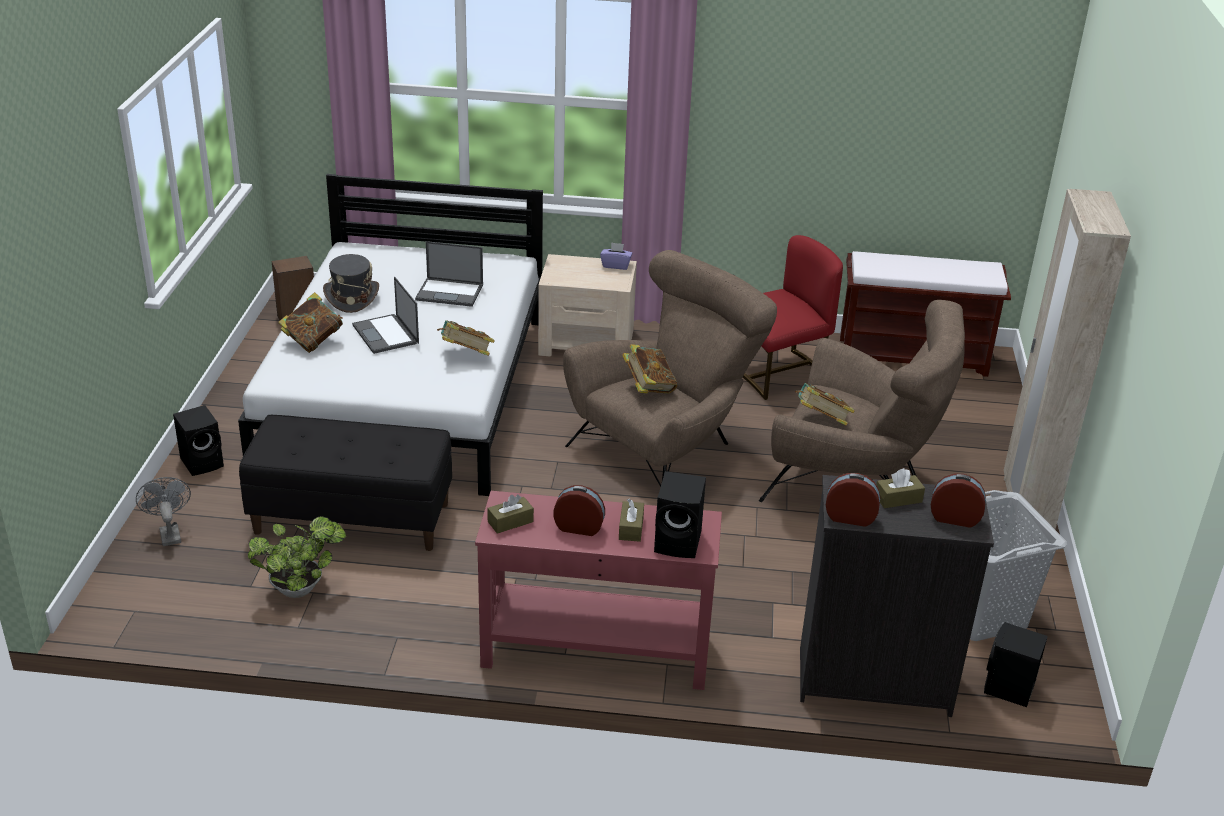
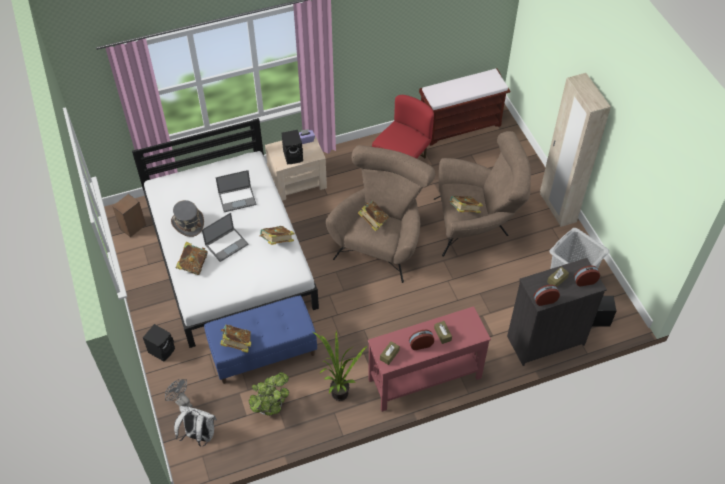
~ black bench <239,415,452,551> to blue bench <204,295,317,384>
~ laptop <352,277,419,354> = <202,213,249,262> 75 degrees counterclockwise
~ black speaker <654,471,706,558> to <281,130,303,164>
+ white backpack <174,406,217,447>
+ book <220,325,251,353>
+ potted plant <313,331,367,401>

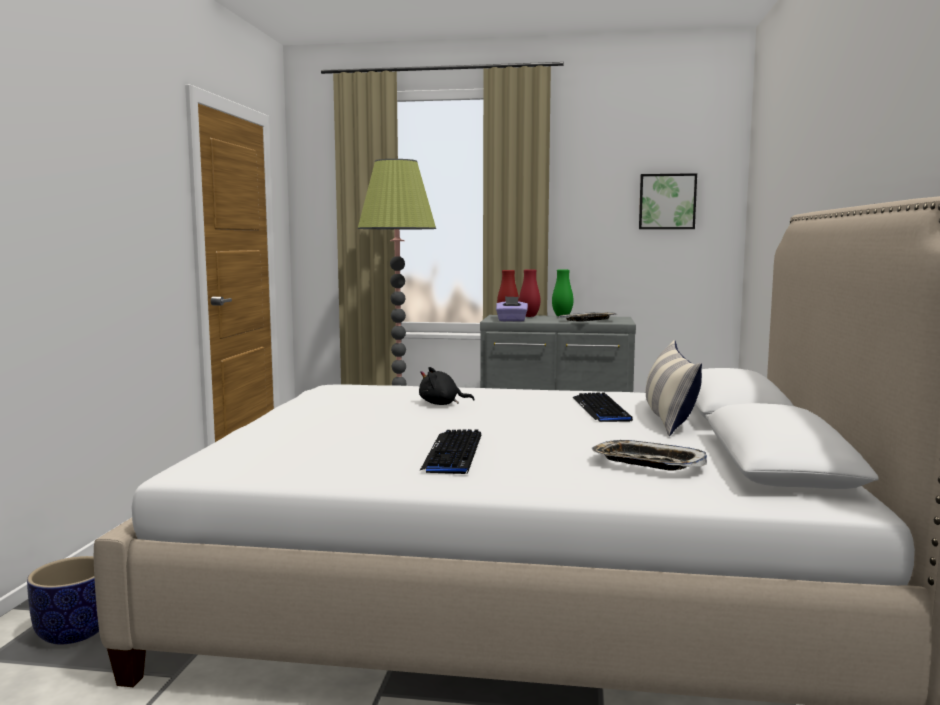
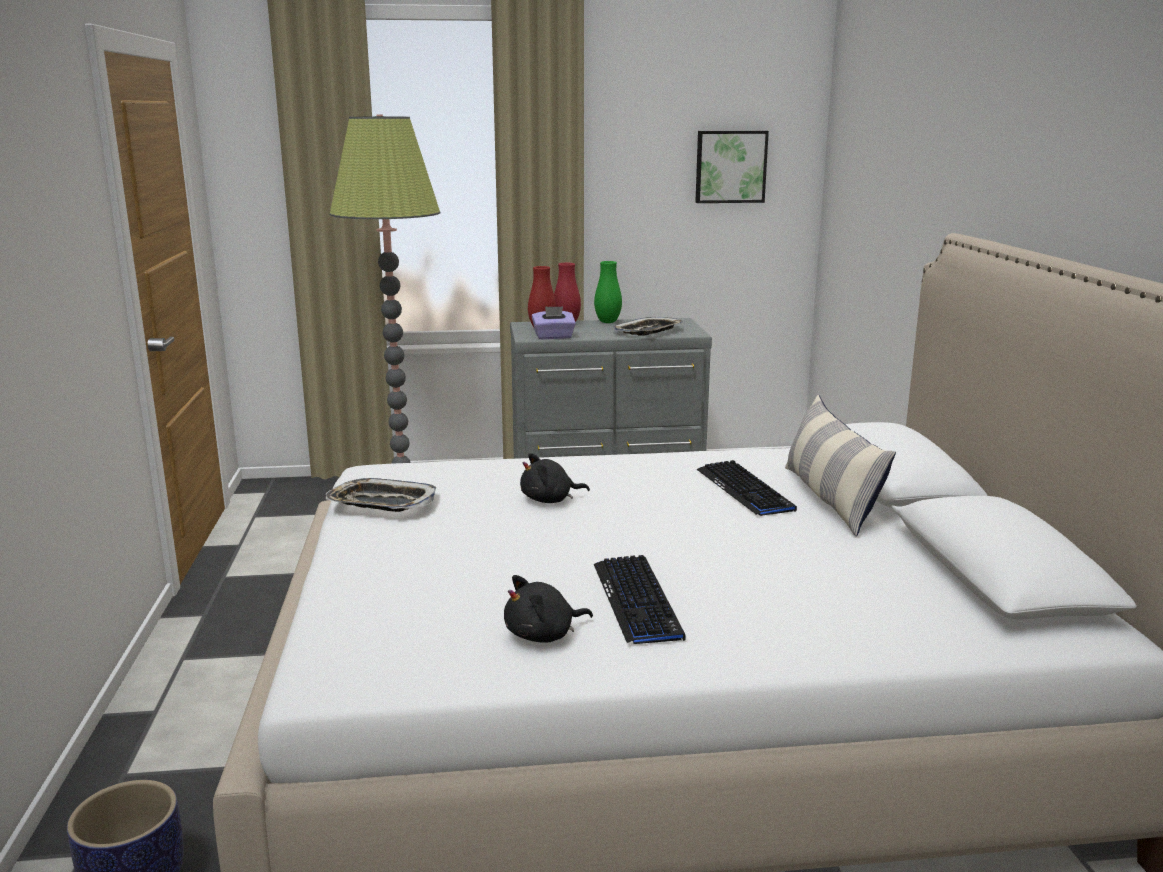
~ tray <591,440,707,471> to <326,478,436,512>
+ black plush toy <504,575,593,643>

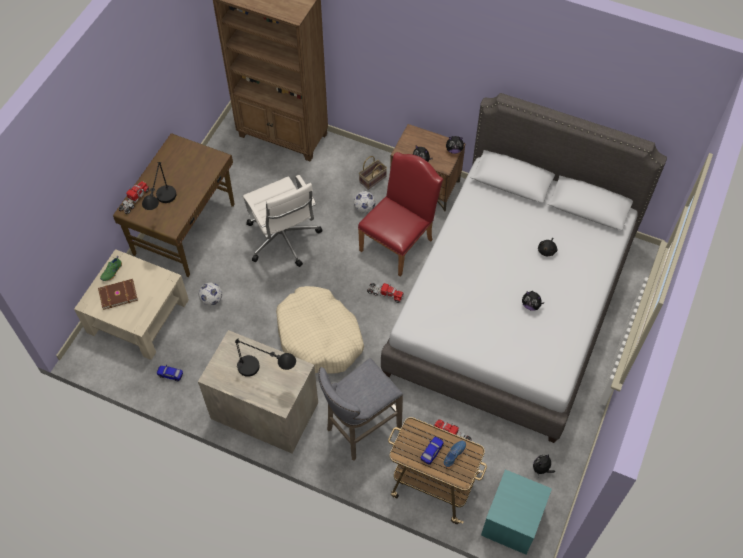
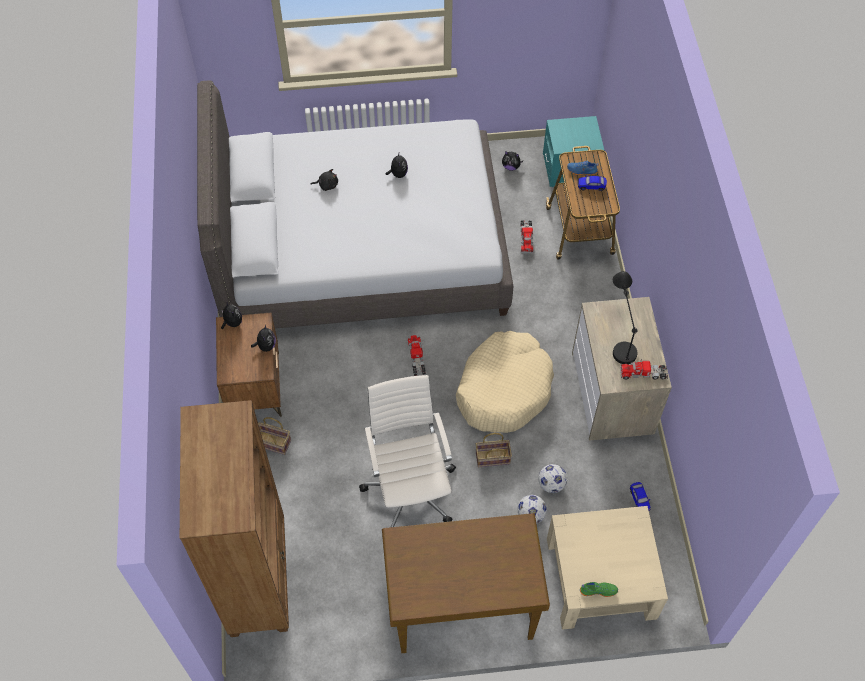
- brown book <98,279,138,310>
~ toy truck <119,181,150,215> to <620,359,668,379>
- black table lamp <142,162,176,210>
~ white office chair <243,175,323,267> = <359,375,456,527> 45 degrees counterclockwise
- grey stool <318,358,403,461>
~ football <354,191,376,213> to <538,464,567,493>
- red chair <358,152,443,277>
+ basket <476,433,512,467>

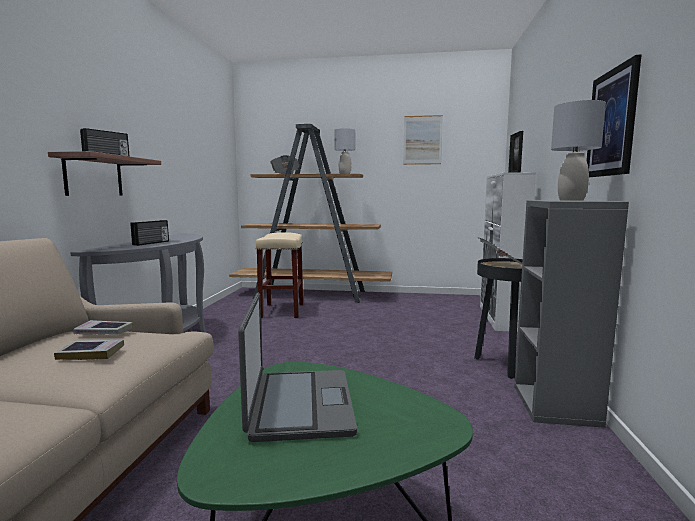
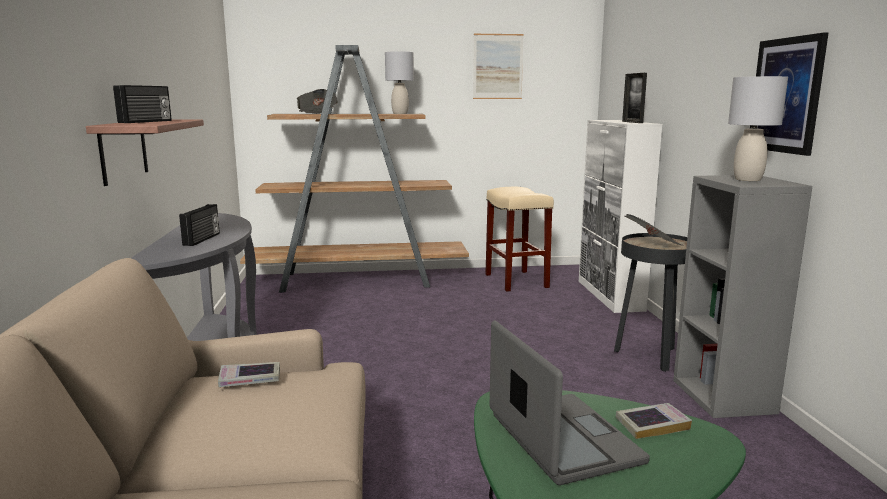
~ book <54,340,124,360> to <616,403,692,439>
~ beige stool <256,232,303,318> to <485,187,554,292>

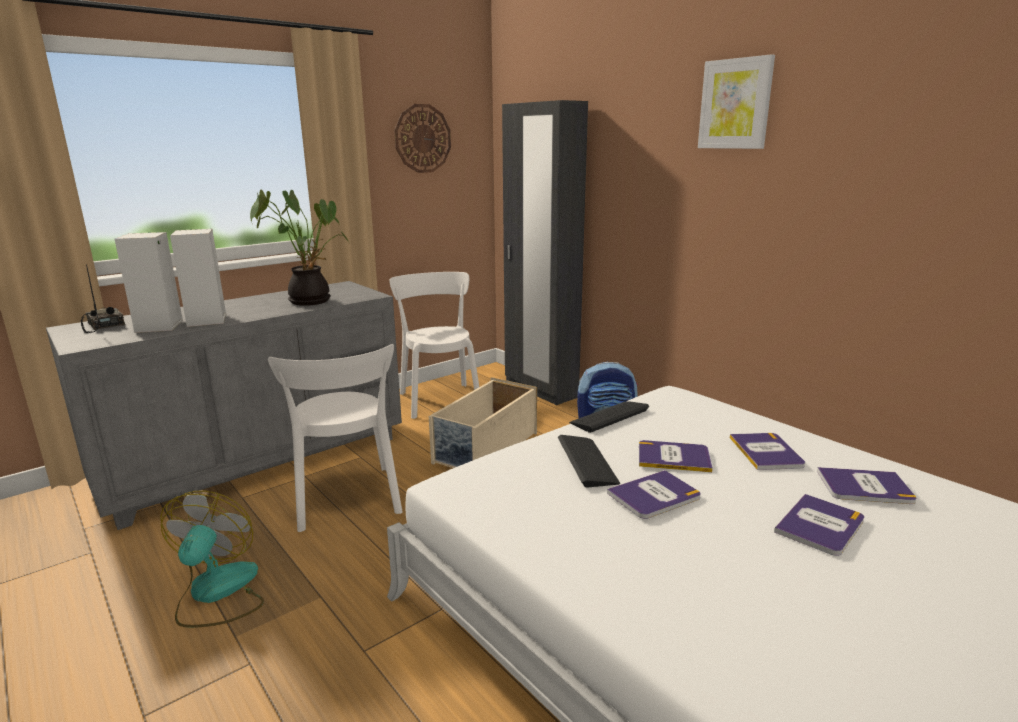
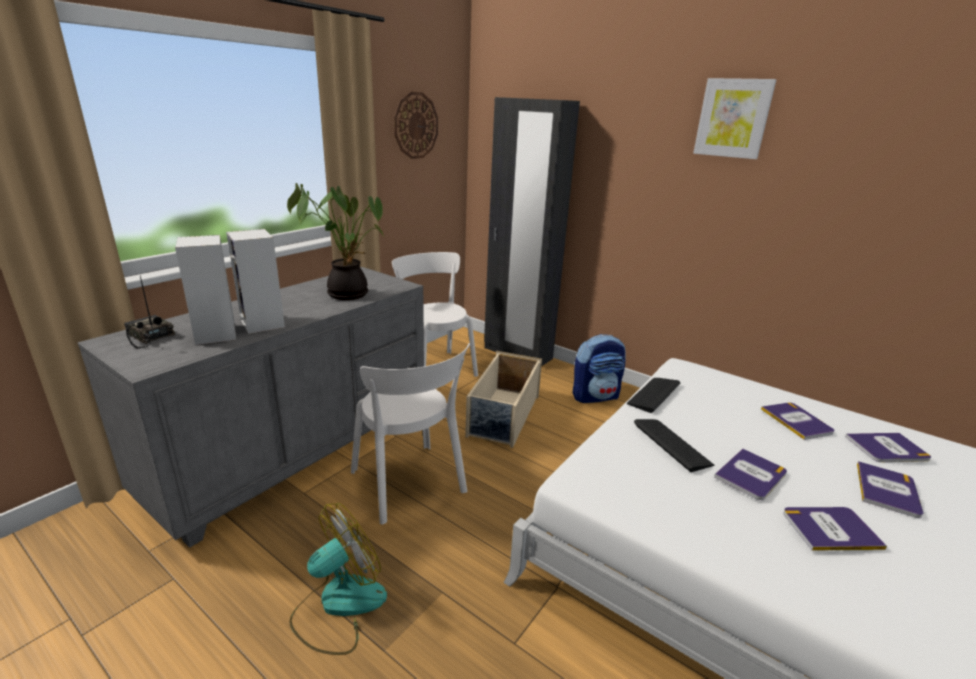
~ fan <160,491,264,628> = <289,503,387,655> 60 degrees clockwise
~ book <639,440,713,472> to <783,507,887,551>

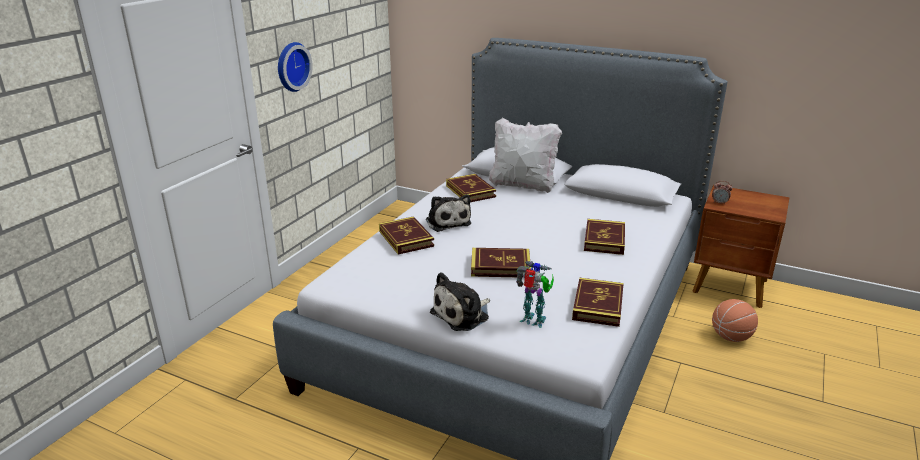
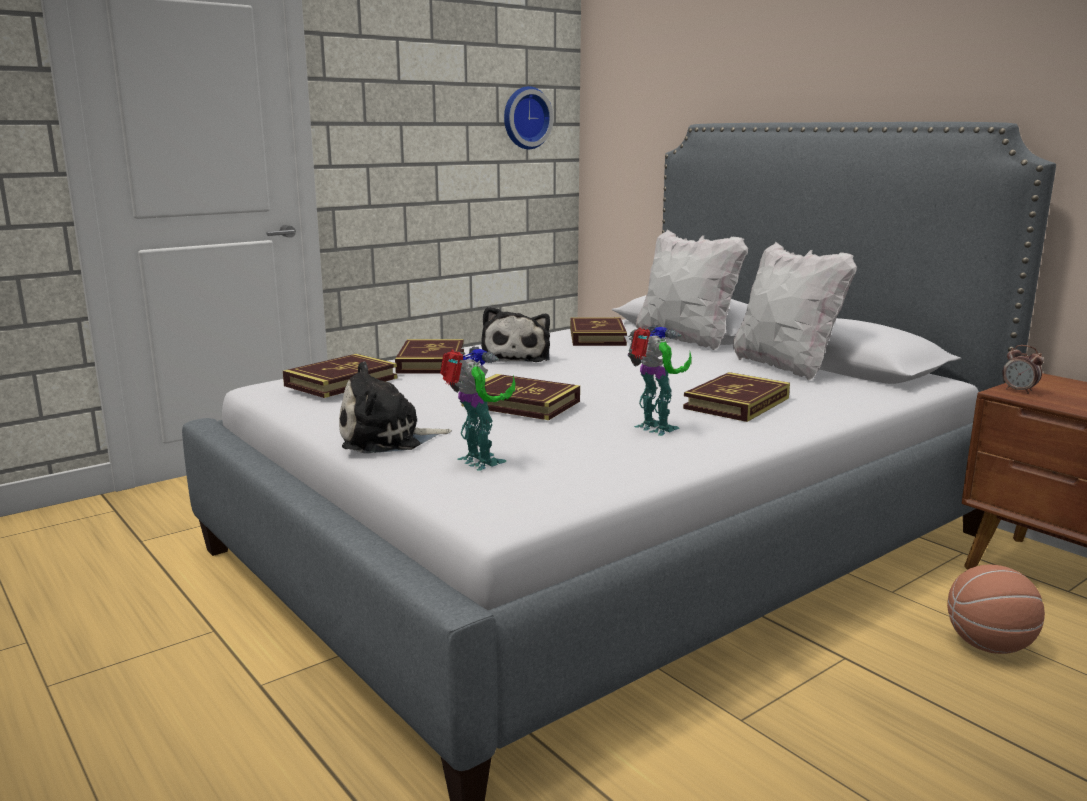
~ wall clock <278,42,313,92> to <504,86,554,149>
~ book <572,278,624,327> to <283,354,397,398>
+ toy robot <628,325,692,436>
+ white pillow <733,242,857,380>

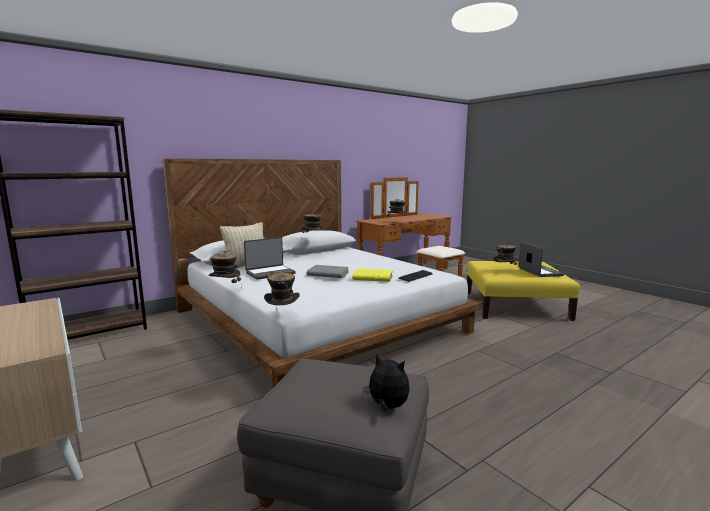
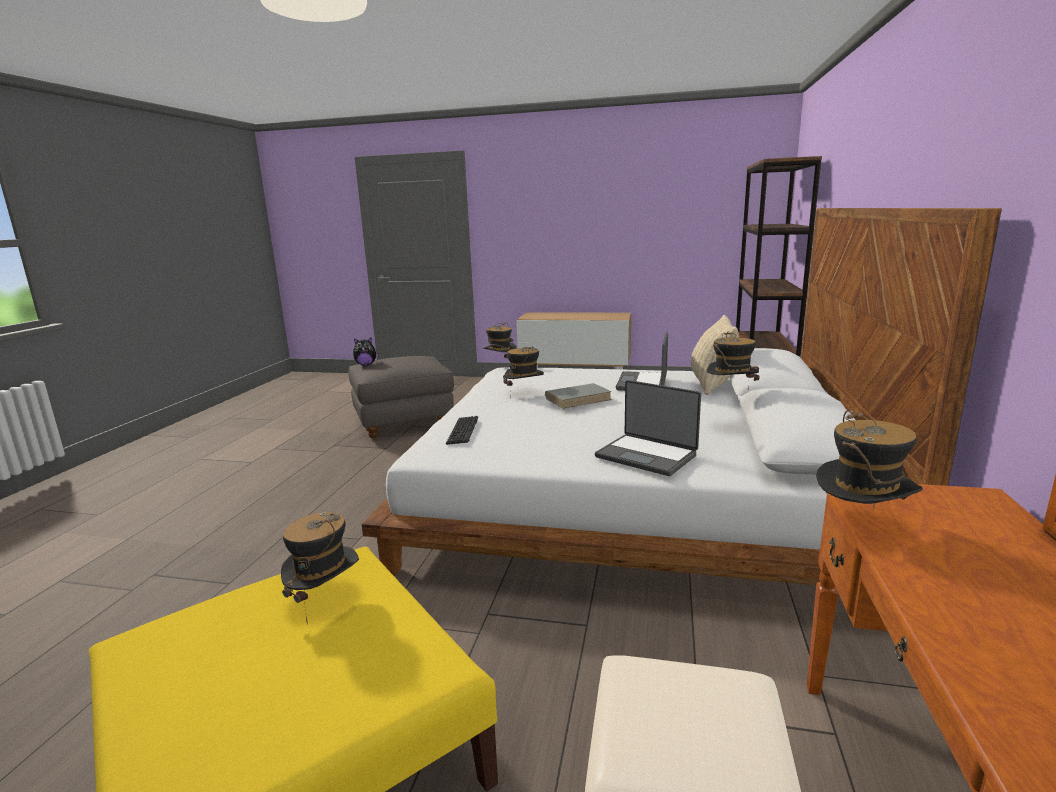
~ hat <209,250,242,290> to <503,346,544,399>
- yellow book <352,268,393,282>
~ laptop <518,242,564,277> to <595,380,701,476>

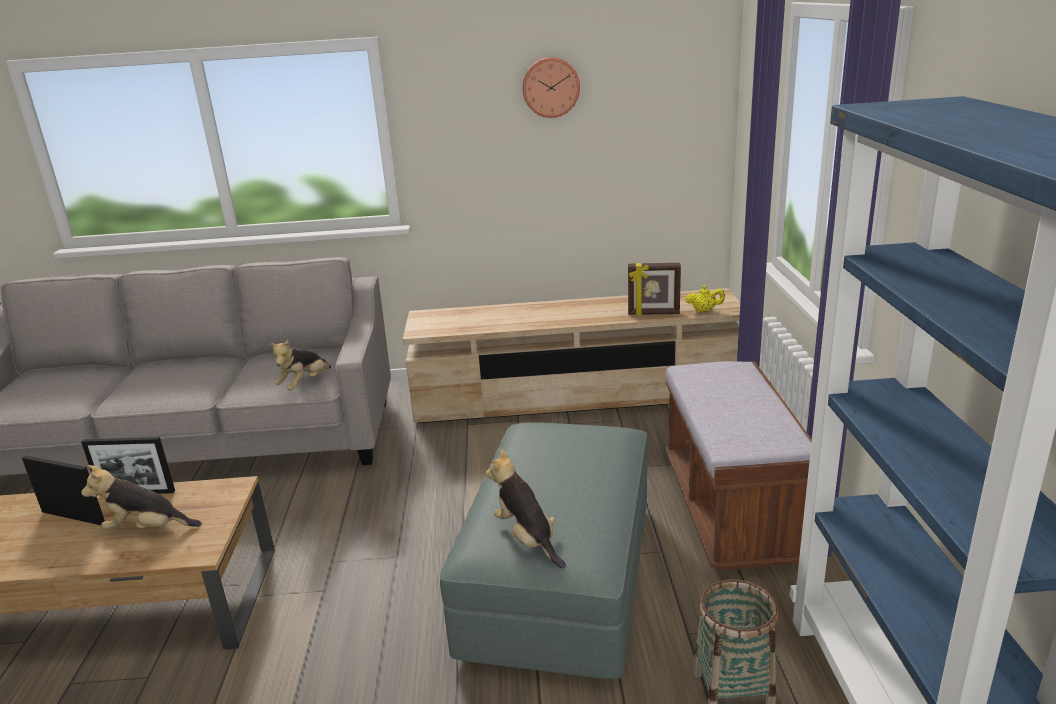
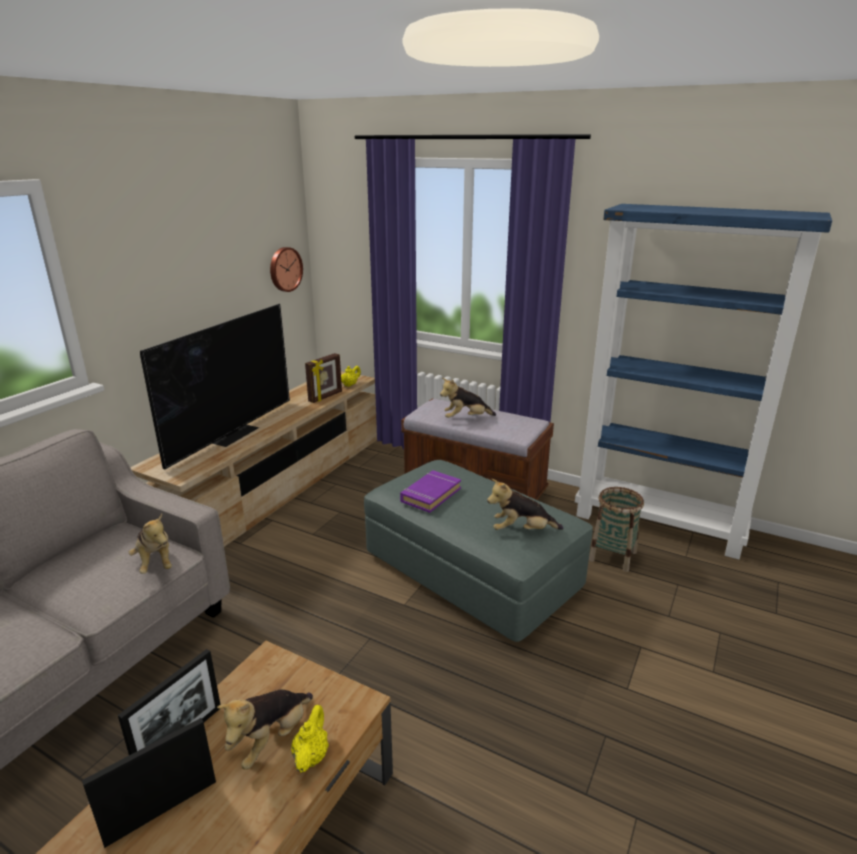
~ wall clock <523,57,580,118> to <270,247,303,292>
+ television <140,304,290,469>
+ yellow teapot <291,705,329,773>
+ purple book <400,470,461,513>
+ plush toy <440,378,496,418>

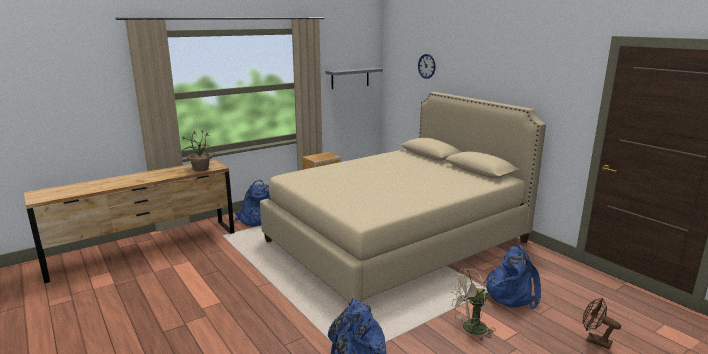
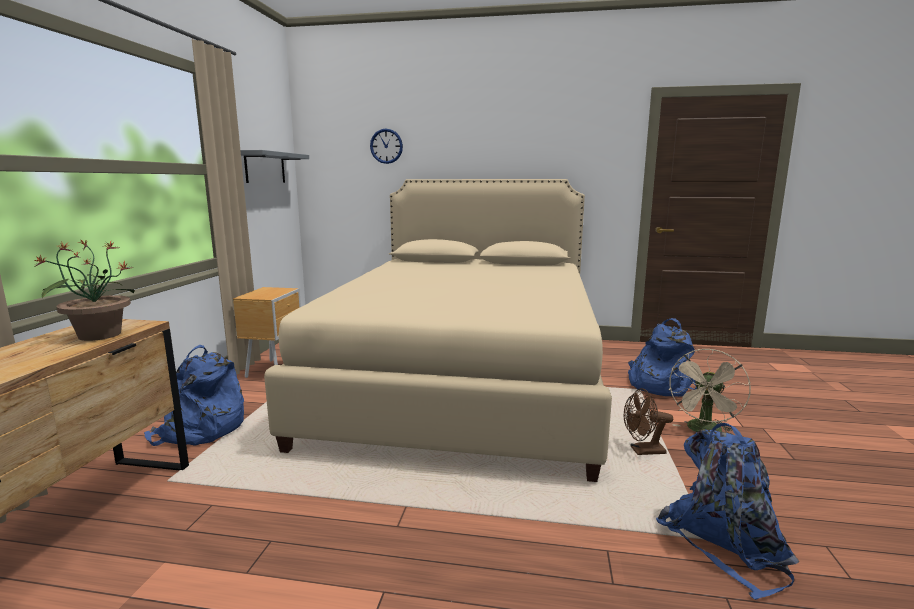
~ brown fan <583,298,621,349> to <624,388,673,455>

